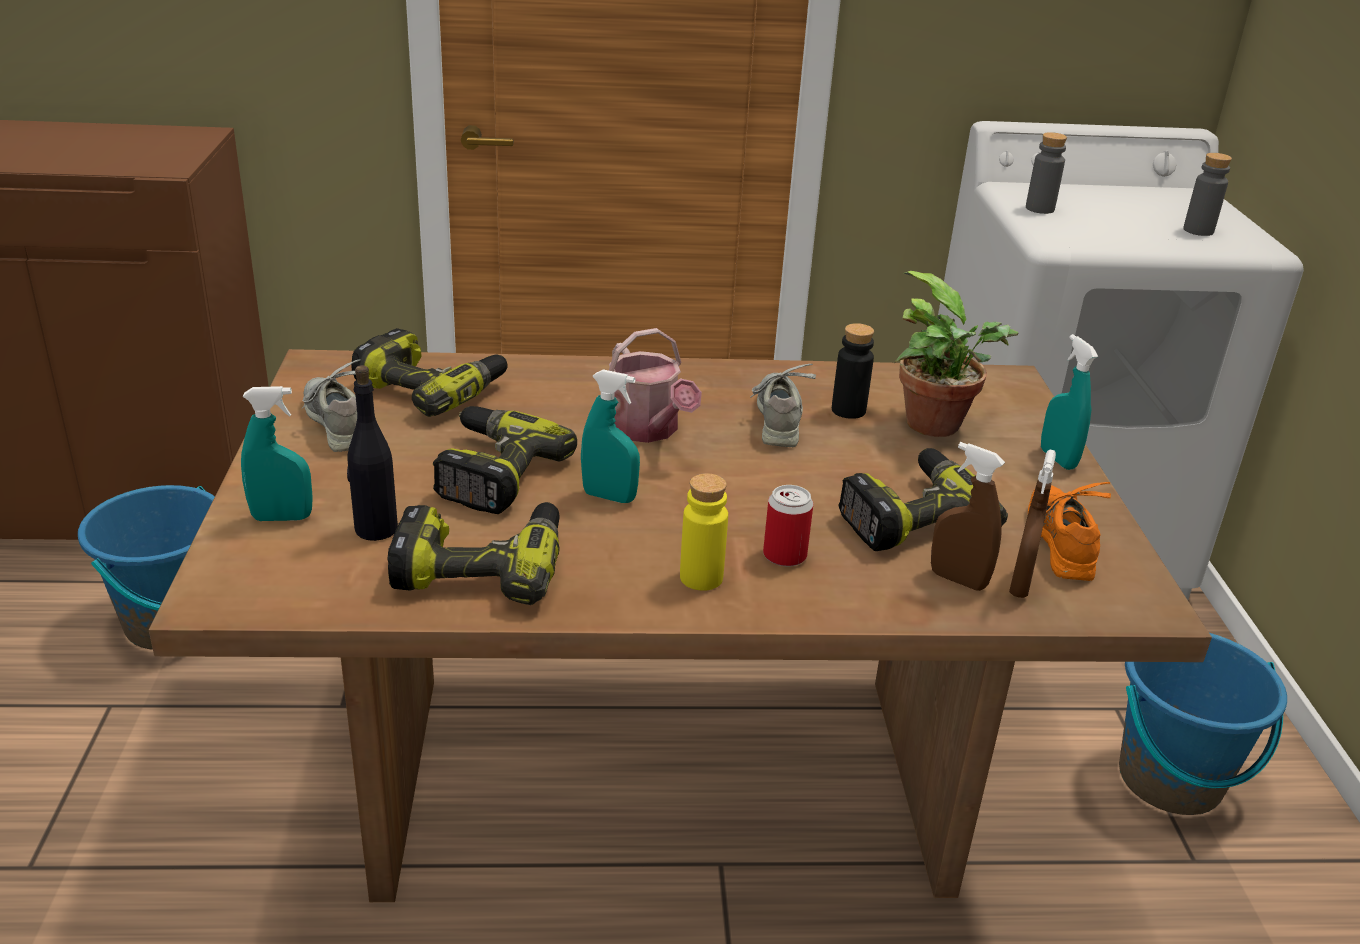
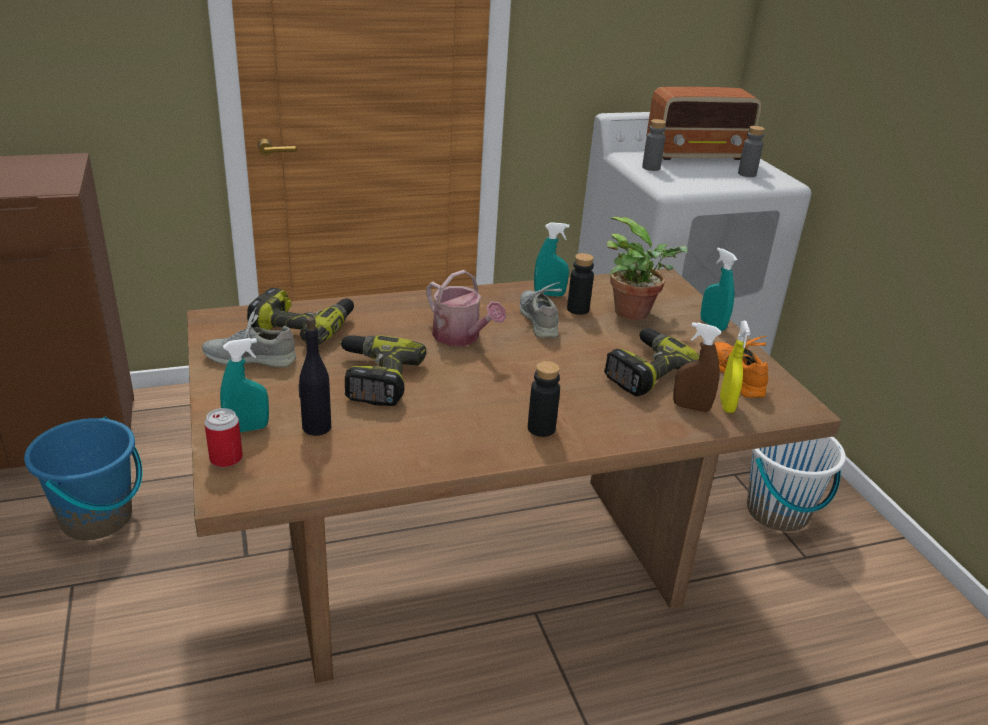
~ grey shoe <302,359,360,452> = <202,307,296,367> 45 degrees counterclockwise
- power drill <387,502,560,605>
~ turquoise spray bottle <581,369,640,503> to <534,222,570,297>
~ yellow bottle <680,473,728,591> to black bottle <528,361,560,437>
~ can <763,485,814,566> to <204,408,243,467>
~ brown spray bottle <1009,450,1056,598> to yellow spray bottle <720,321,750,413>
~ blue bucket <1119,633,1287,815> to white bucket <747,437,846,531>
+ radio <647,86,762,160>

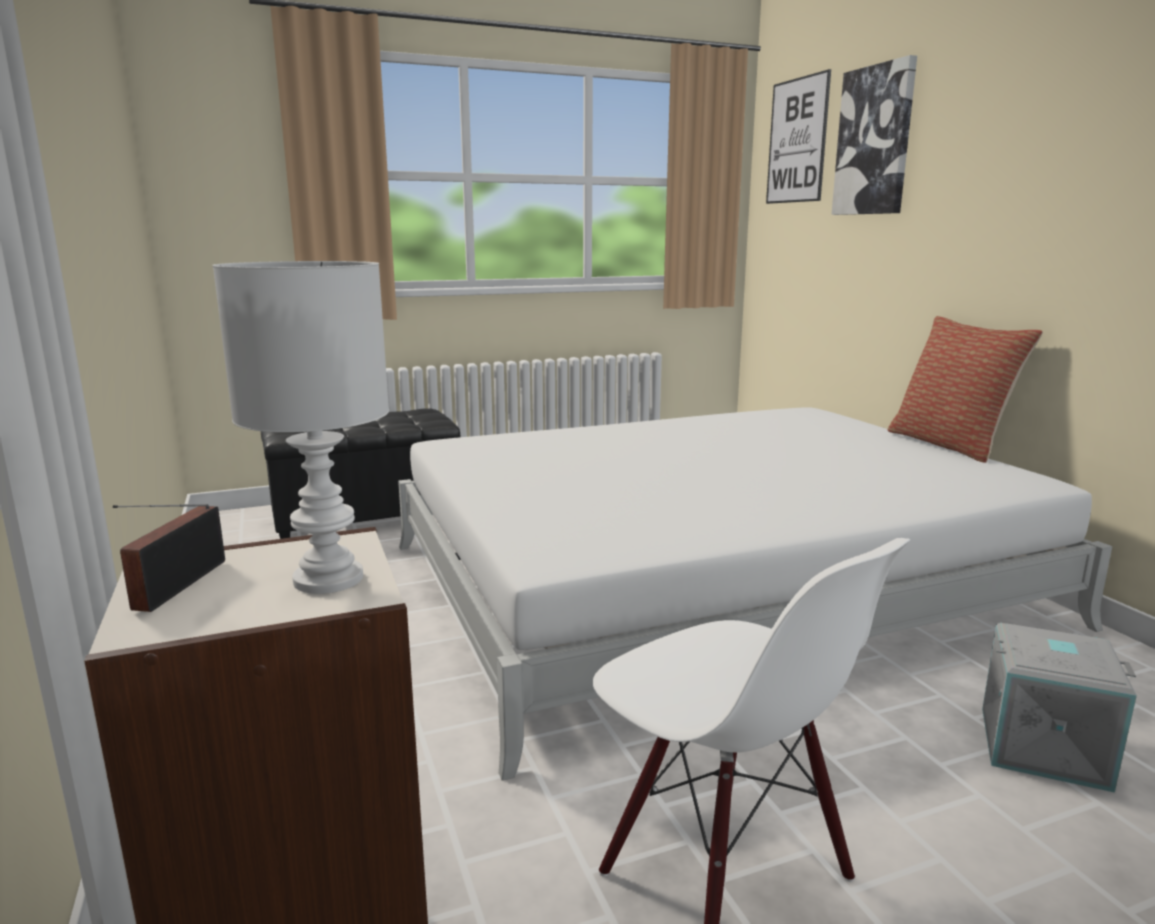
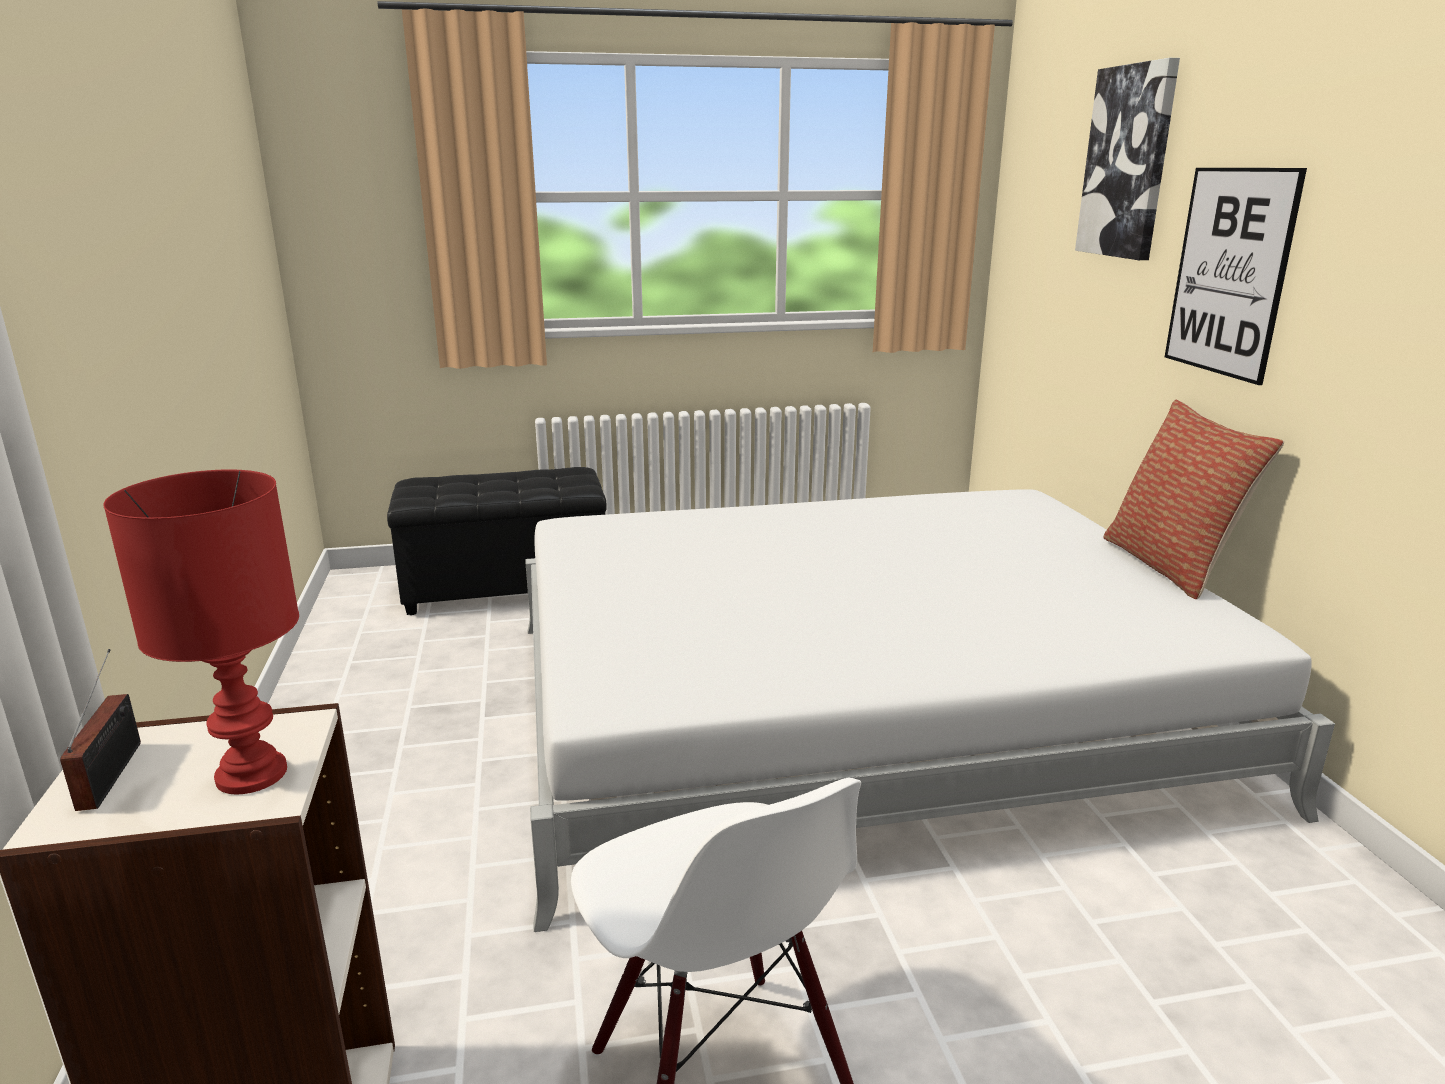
~ radio <113,504,225,612> = <60,649,141,811> 150 degrees clockwise
~ white table lamp <212,261,389,594> to red table lamp <103,469,299,794>
~ picture <766,69,831,204> to <1165,168,1307,385>
- grey storage box <982,623,1137,793>

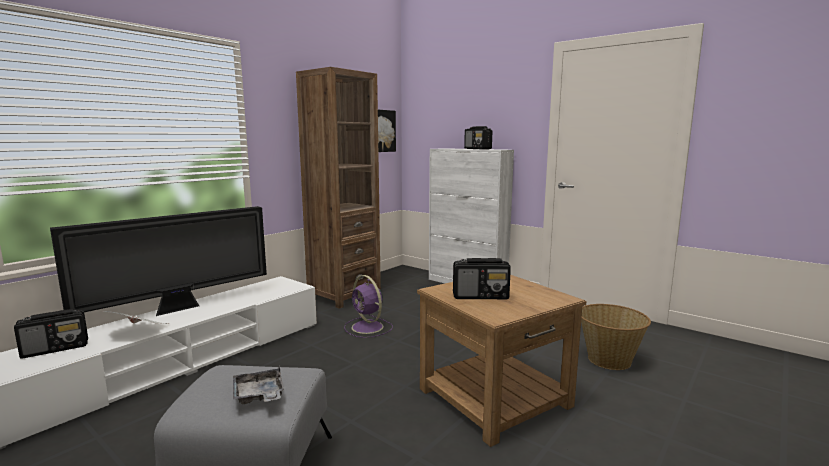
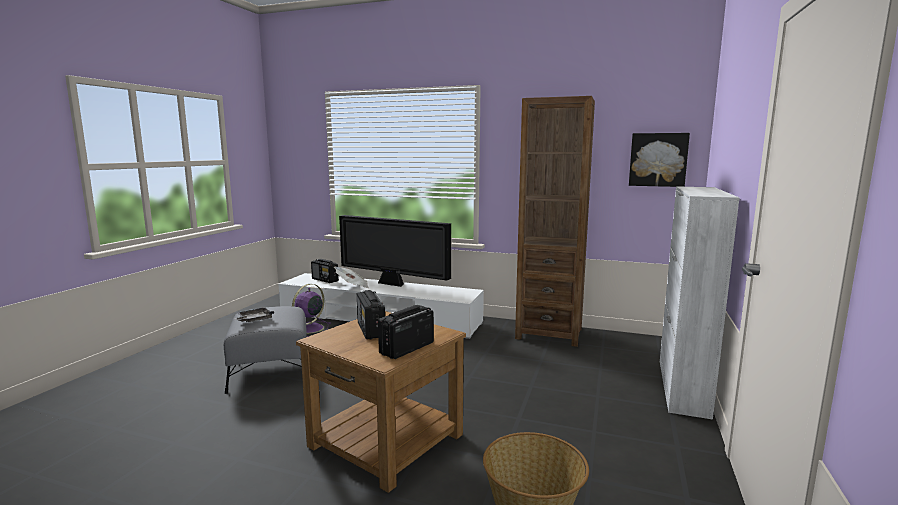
~ purple fan <344,275,393,338> to <292,284,331,337>
~ radio <464,126,492,150> to <378,305,434,359>

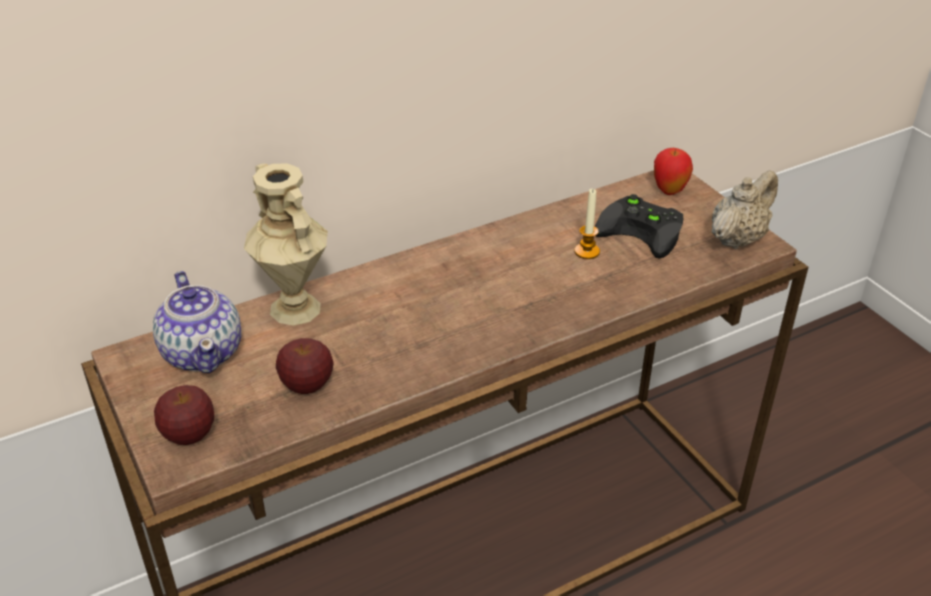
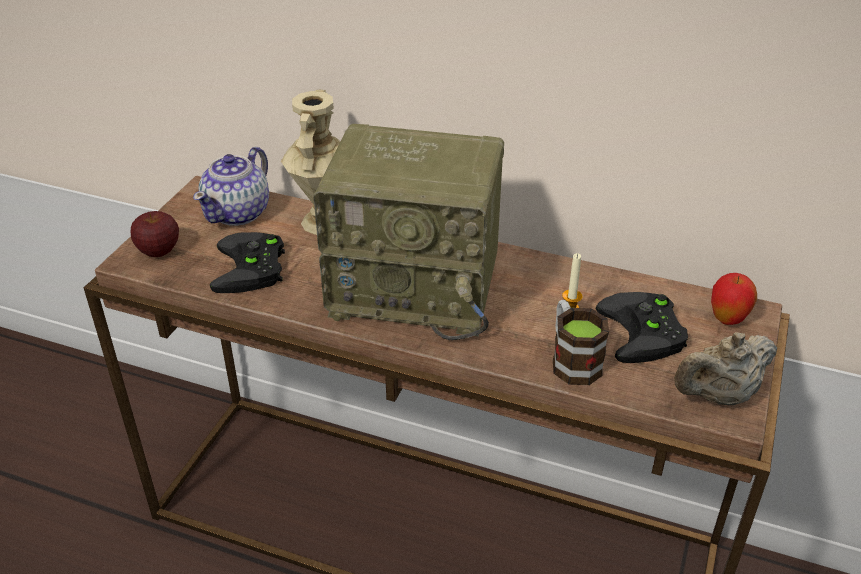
~ apple <276,338,334,394> to black game controller <210,232,285,293>
~ beige teapot <712,170,778,249> = <674,332,777,405> 150 degrees clockwise
+ radio <313,124,504,340>
+ mug <553,300,609,385>

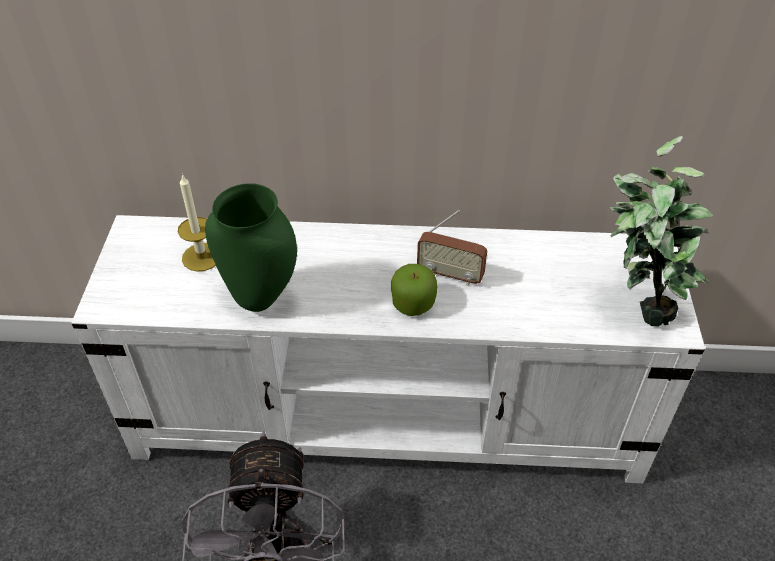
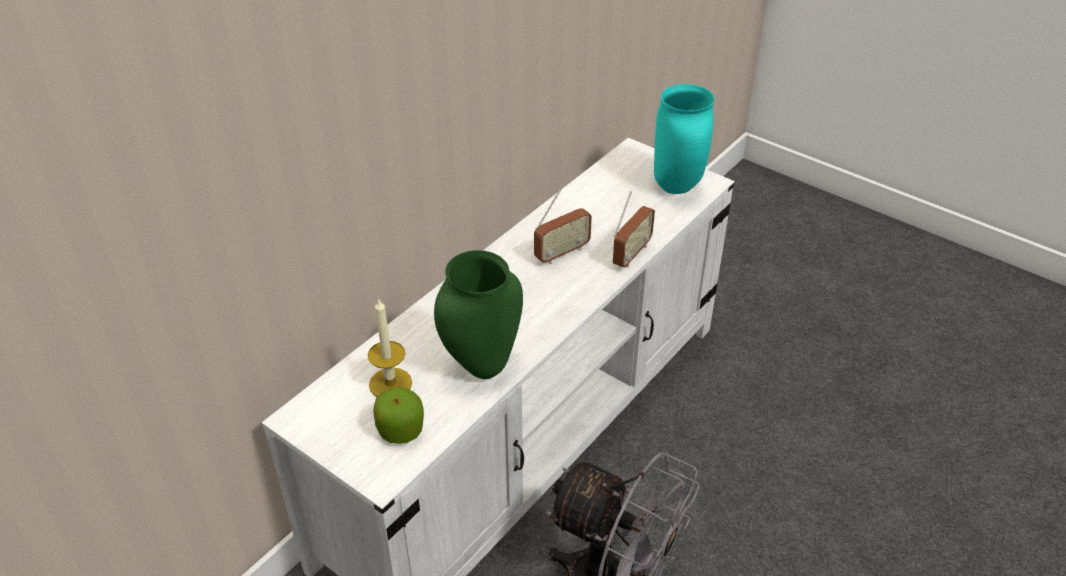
~ apple <391,264,437,316> to <373,387,424,444>
~ potted plant <610,136,713,327> to turquoise vase <654,84,714,194>
+ radio <613,191,655,268>

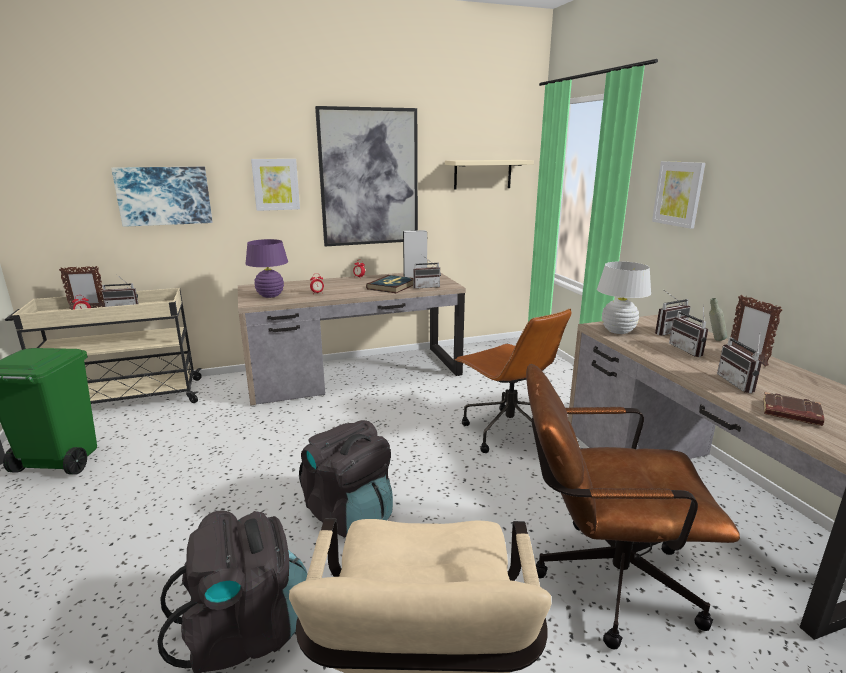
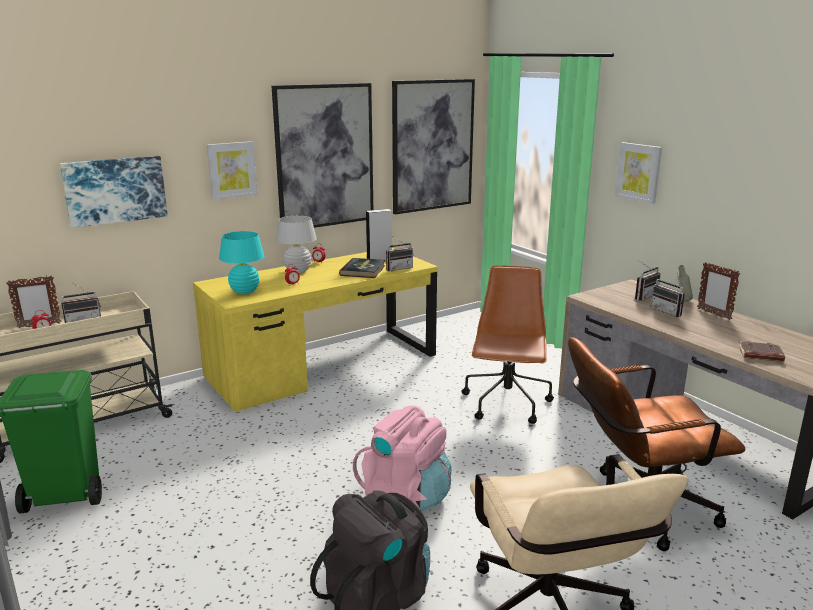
~ brown desk <238,273,466,406> to yellow desk <193,248,438,412>
~ purple table lamp <246,239,288,298> to turquoise table lamp <219,231,264,294>
~ black backpack <299,420,393,537> to pink backpack <353,405,451,511>
~ beige shelf <445,160,534,190> to picture <392,79,475,215>
~ brown office chair <455,309,571,453> = <462,265,554,424> 120 degrees counterclockwise
~ white table lamp <597,261,651,334> to <276,216,317,273>
- radio <717,334,762,393>

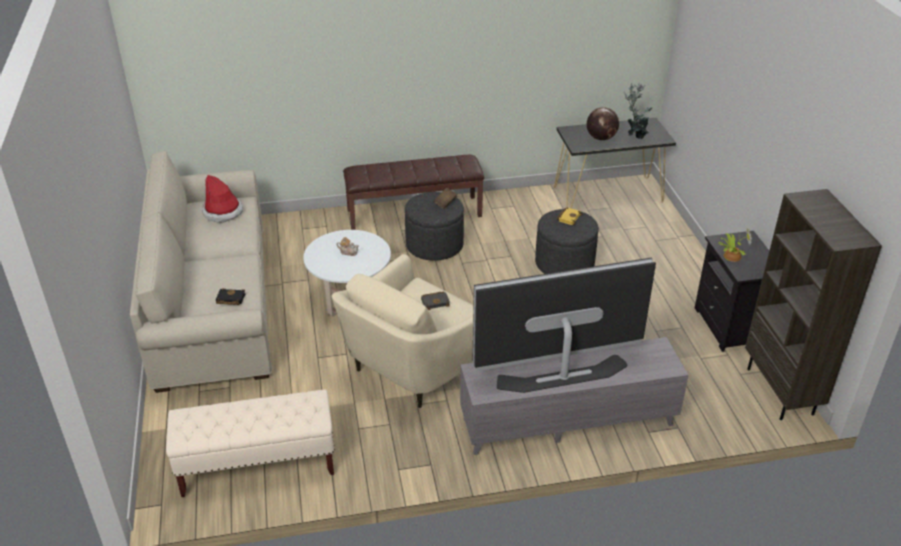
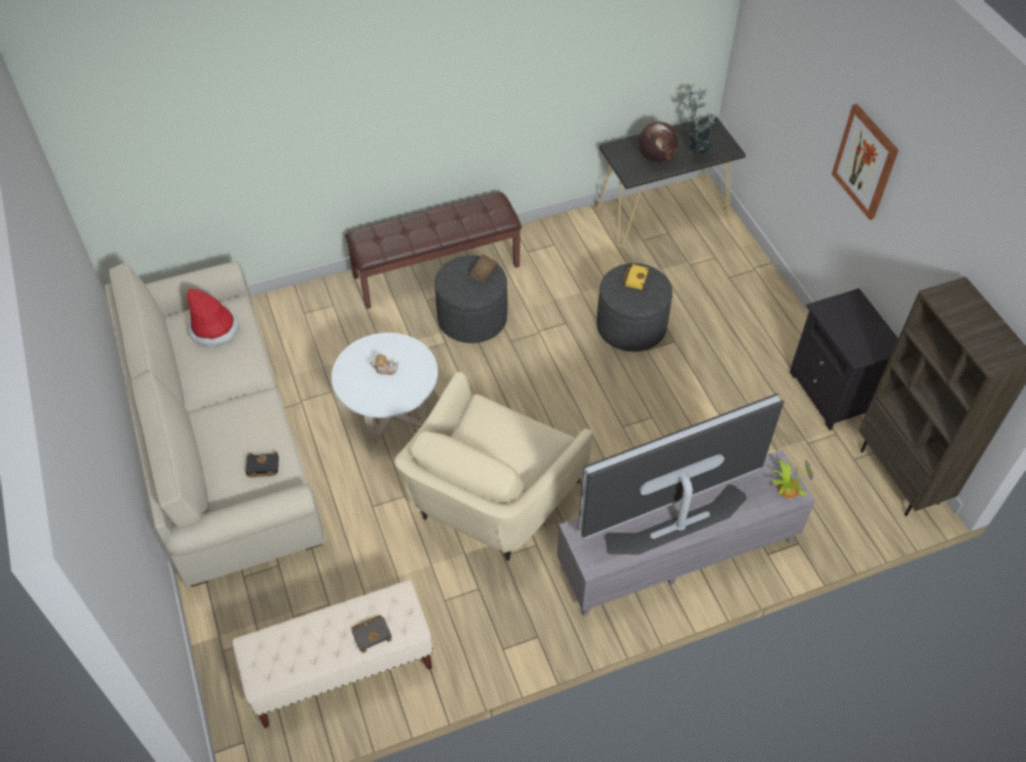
~ black book <421,292,450,310> to <352,615,392,653>
~ potted plant <719,228,752,262> to <772,459,814,498>
+ picture <832,104,899,220>

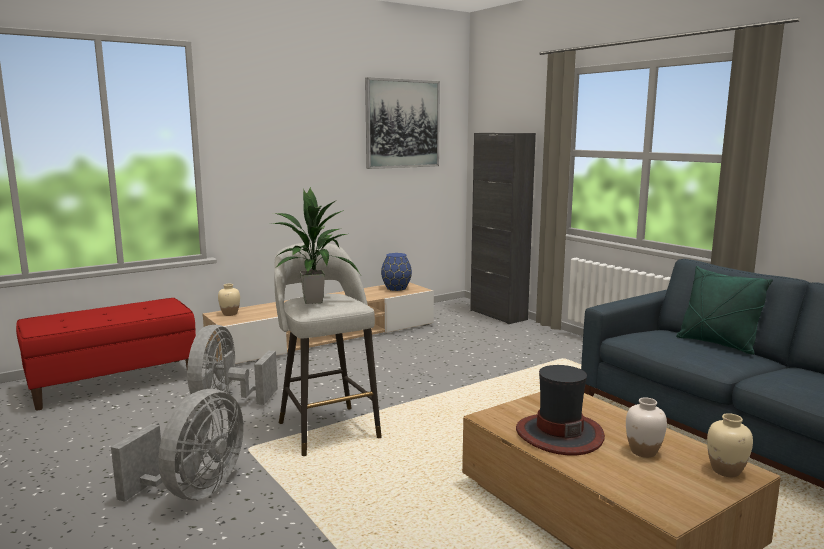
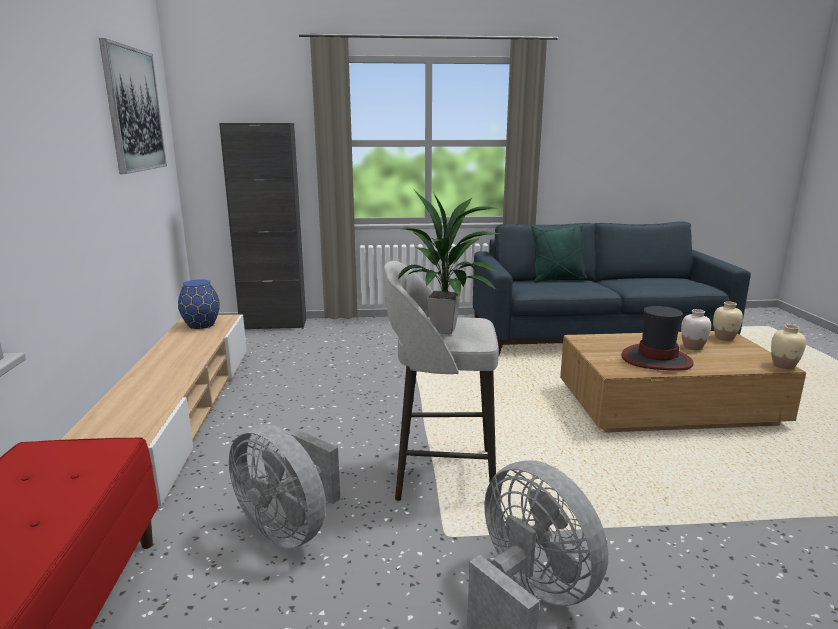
~ beige vase <218,284,240,316> to <771,324,806,369>

